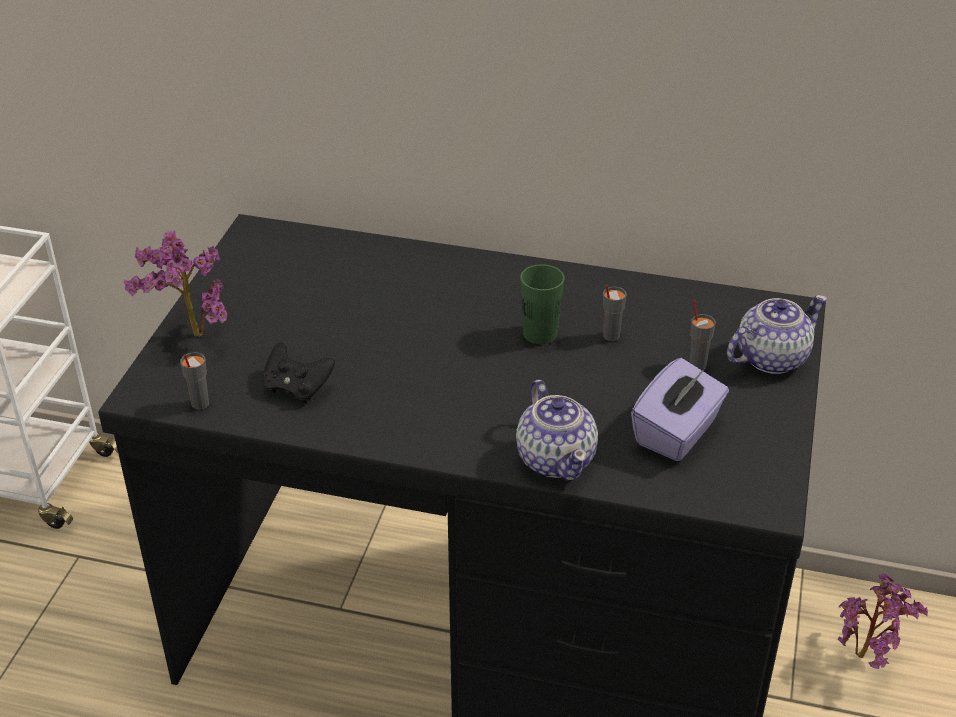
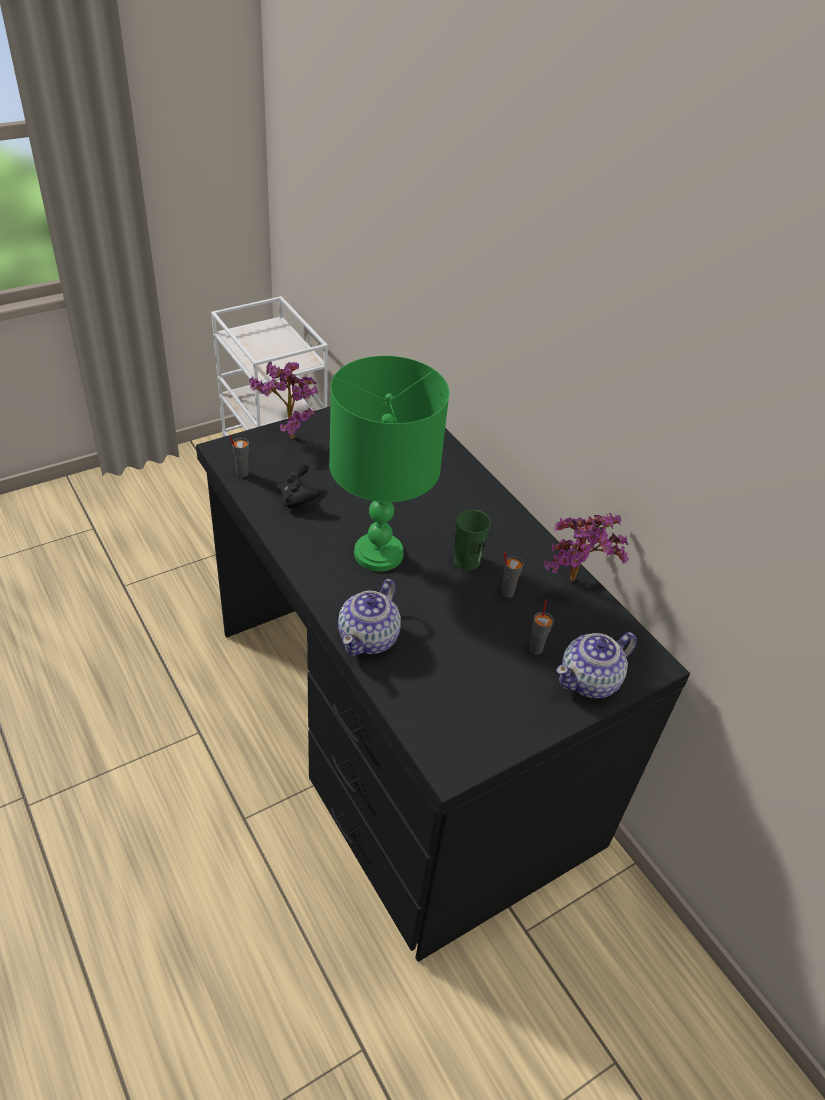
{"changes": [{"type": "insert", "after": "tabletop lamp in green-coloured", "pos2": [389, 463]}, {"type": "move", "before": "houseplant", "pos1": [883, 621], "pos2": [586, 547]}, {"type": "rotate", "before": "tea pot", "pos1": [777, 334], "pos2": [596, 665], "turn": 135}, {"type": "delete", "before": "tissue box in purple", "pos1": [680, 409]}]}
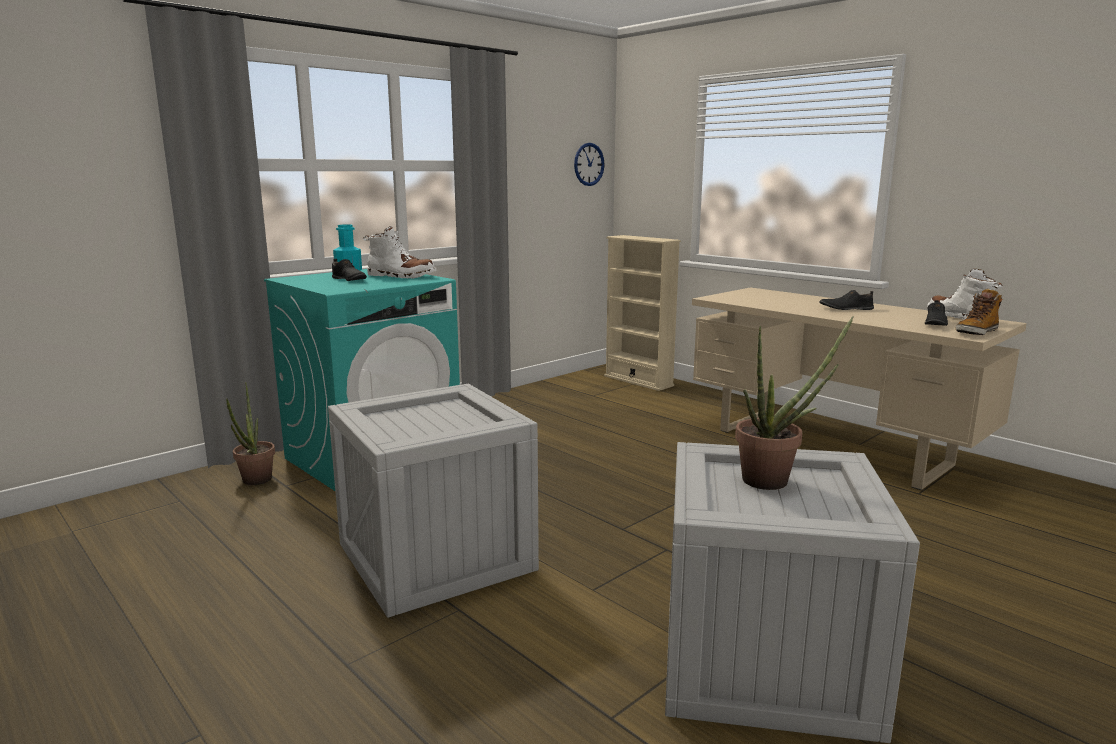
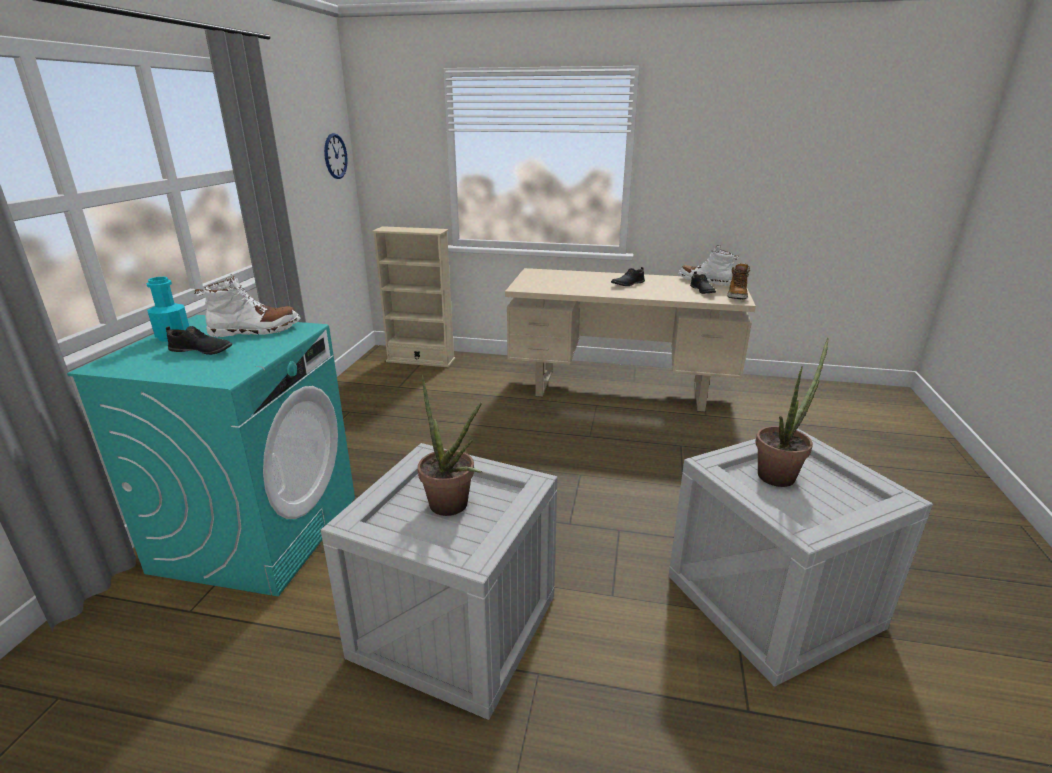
{"changes": [{"type": "move", "before": "houseplant", "pos1": [250, 433], "pos2": [450, 445]}]}
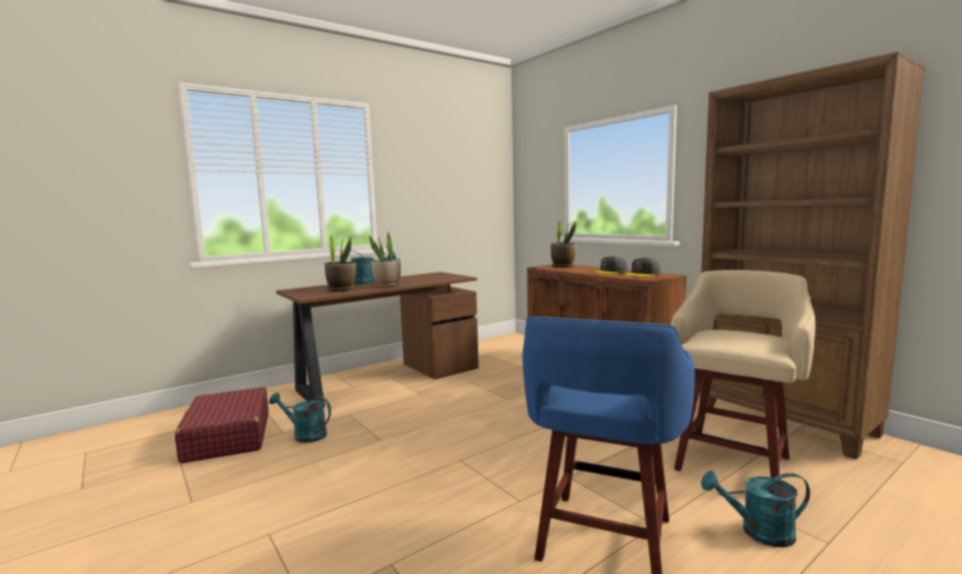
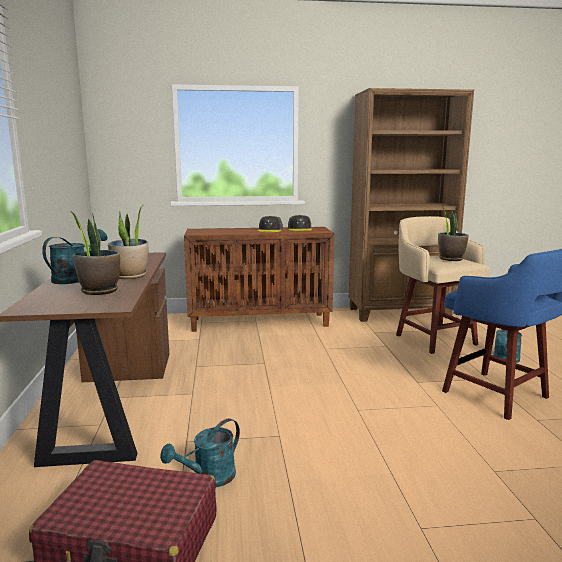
{"changes": [{"type": "move", "before": "houseplant", "pos1": [564, 242], "pos2": [453, 233]}]}
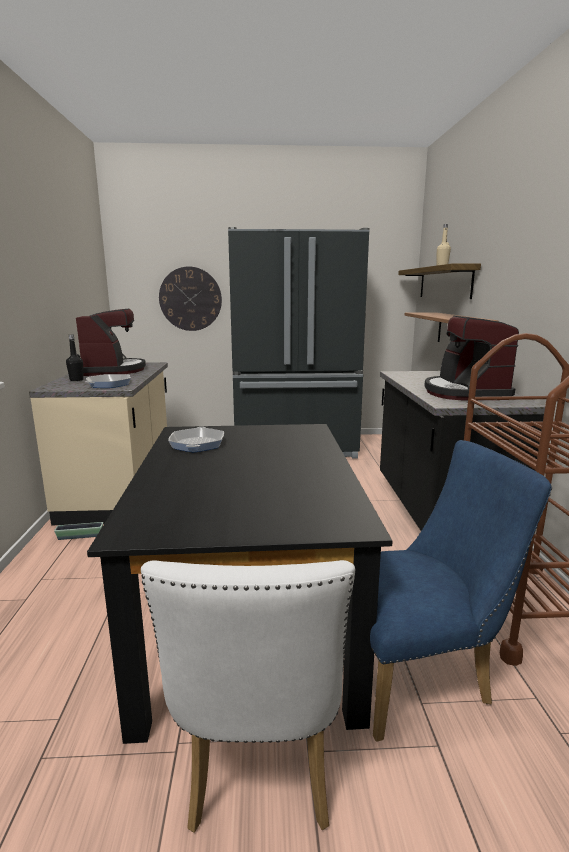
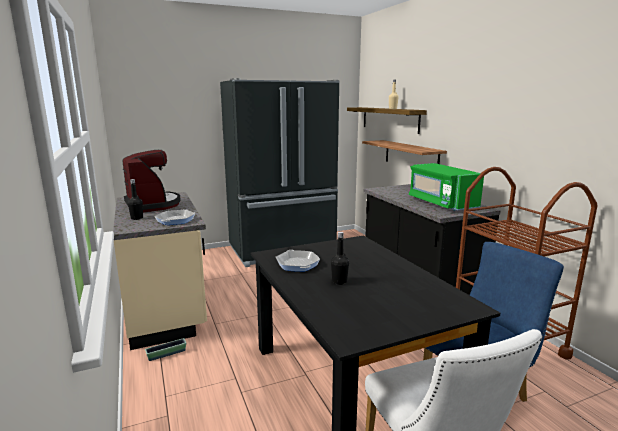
{"changes": [{"type": "insert", "after": "bottle in black", "pos2": [340, 258]}, {"type": "replace", "before": "coffee brewer", "after": "microwave oven in green-coloured", "pos1": [471, 358], "pos2": [446, 187]}, {"type": "delete", "before": "wall clock", "pos1": [190, 299]}]}
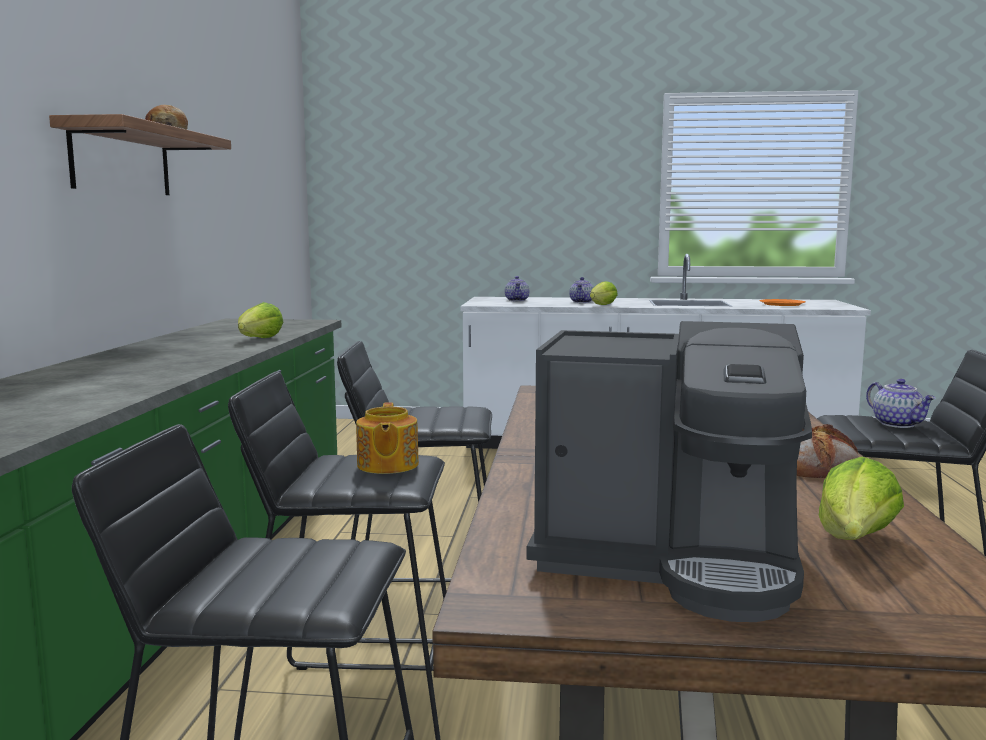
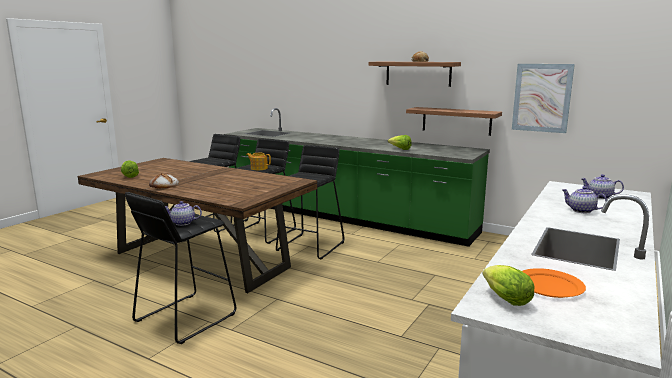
{"changes": [{"type": "insert", "after": "wall shelf", "pos2": [454, 121]}, {"type": "move", "before": "lettuce head", "pos1": [604, 293], "pos2": [508, 285]}, {"type": "insert", "after": "wall art", "pos2": [543, 98]}, {"type": "delete", "before": "coffee brewer", "pos1": [669, 471]}]}
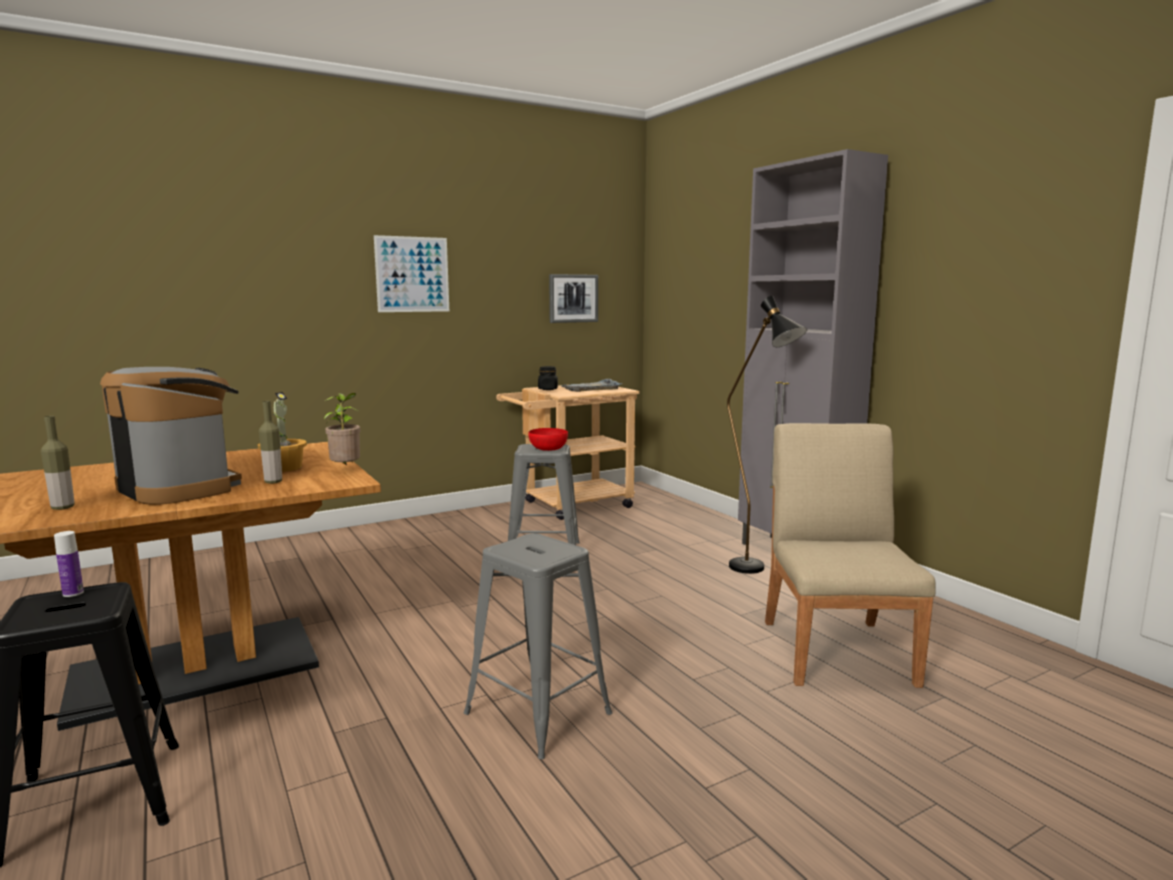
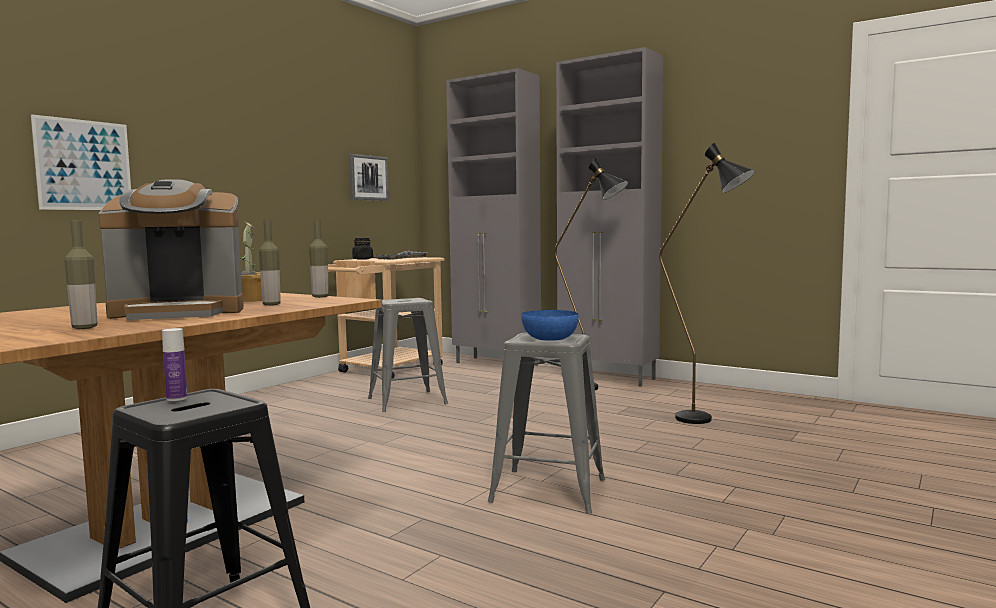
{"changes": [{"type": "move", "before": "wall art", "pos1": [411, 273], "pos2": [81, 162]}, {"type": "rotate", "before": "coffee brewer", "pos1": [171, 435], "pos2": [171, 249], "turn": 150}, {"type": "replace", "before": "houseplant", "after": "bottle", "pos1": [342, 429], "pos2": [319, 259]}, {"type": "insert", "after": "cabinet in gray", "pos2": [493, 217]}, {"type": "insert", "after": "bowl in blue", "pos2": [550, 325]}, {"type": "replace", "before": "upright chair in sand-coloured", "after": "standard lamp in black", "pos1": [850, 555], "pos2": [707, 283]}, {"type": "delete", "before": "bowl in red-coloured", "pos1": [548, 439]}]}
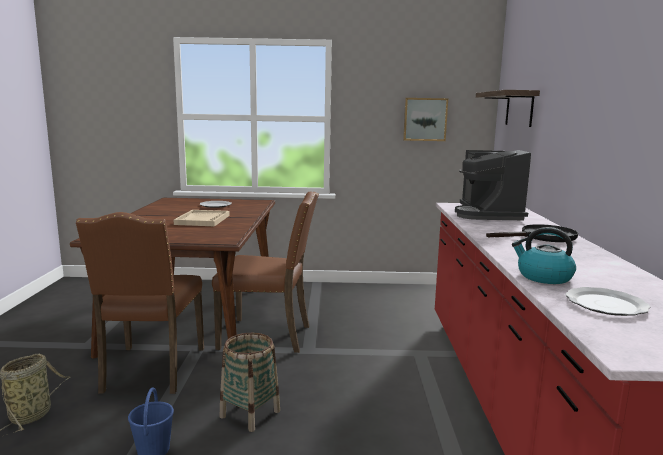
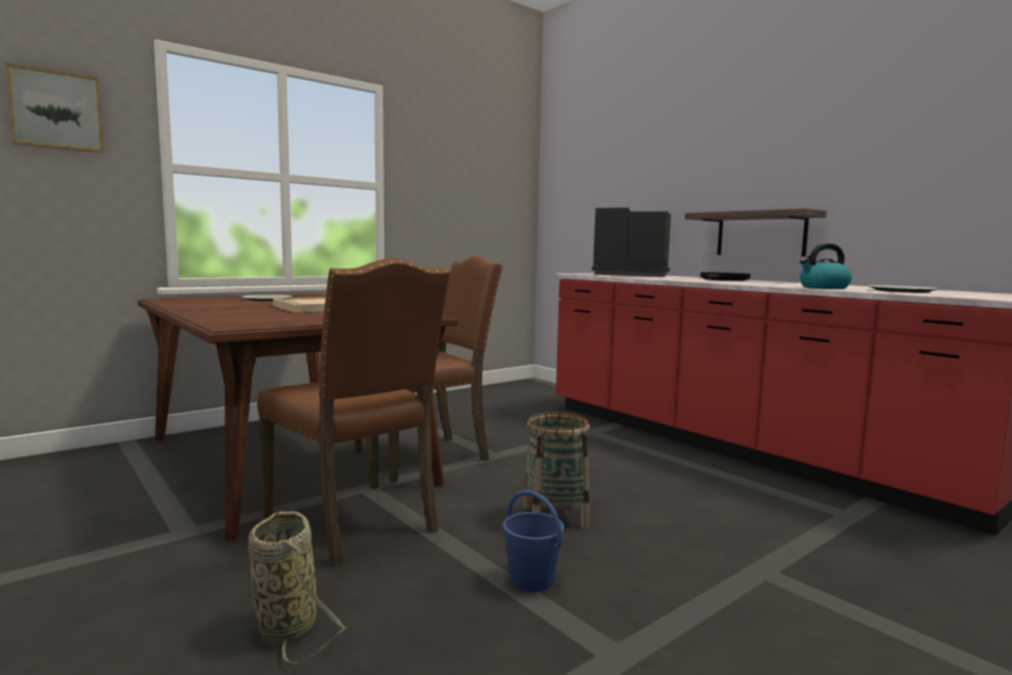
{"changes": [{"type": "move", "before": "wall art", "pos1": [425, 119], "pos2": [55, 108]}, {"type": "rotate", "before": "coffee brewer", "pos1": [493, 185], "pos2": [631, 242], "turn": 150}, {"type": "move", "before": "wall shelf", "pos1": [508, 108], "pos2": [756, 232]}]}
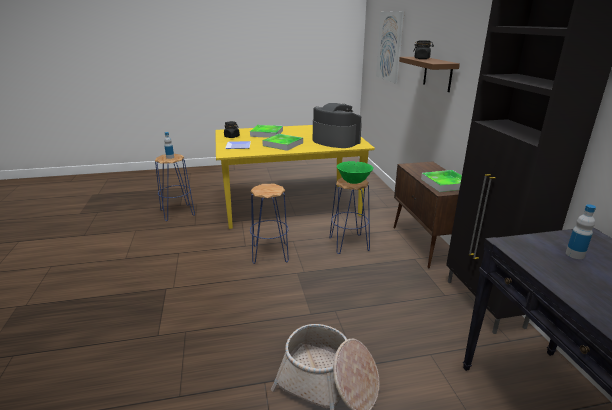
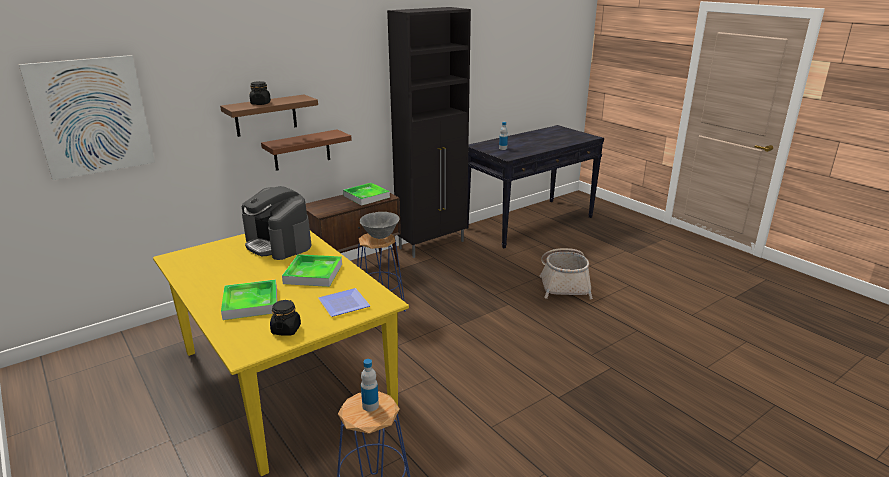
{"changes": [{"type": "rotate", "before": "coffee brewer", "pos1": [337, 125], "pos2": [277, 223], "turn": -60}, {"type": "insert", "after": "wall shelf in brownish", "pos2": [306, 150]}, {"type": "recolor", "before": "bowl in green-coloured", "after": "bowl in gray", "pos1": [355, 172], "pos2": [380, 225]}, {"type": "delete", "before": "stool in blue", "pos1": [269, 224]}]}
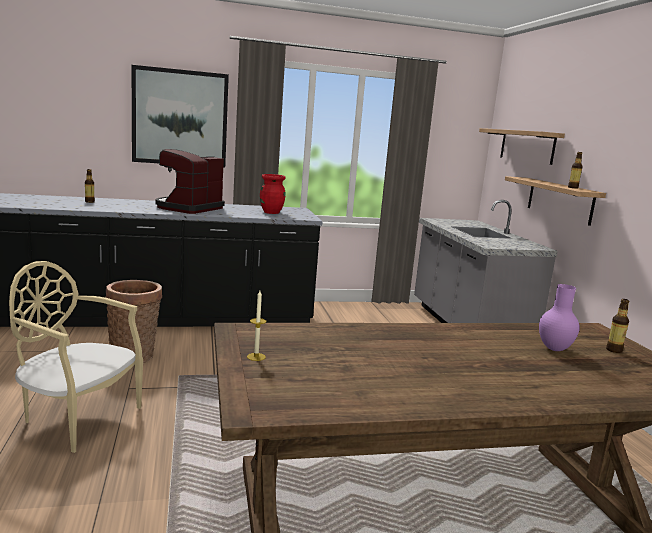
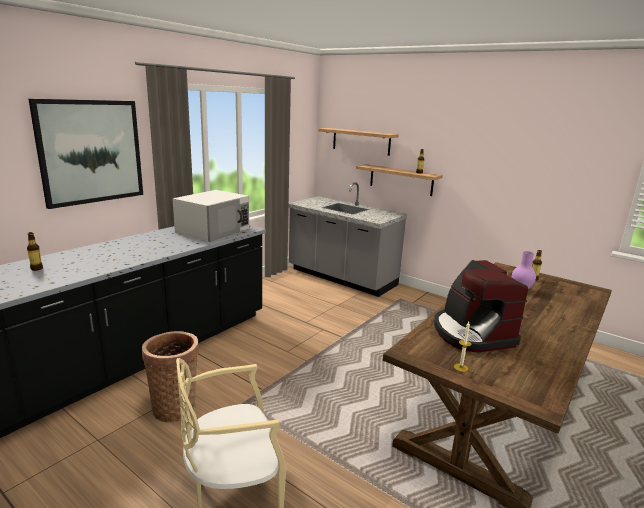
{"changes": [{"type": "replace", "before": "decorative vase in red-coloured", "after": "microwave oven in white", "pos1": [273, 194], "pos2": [211, 216]}, {"type": "move", "before": "coffee brewer", "pos1": [190, 181], "pos2": [481, 306]}]}
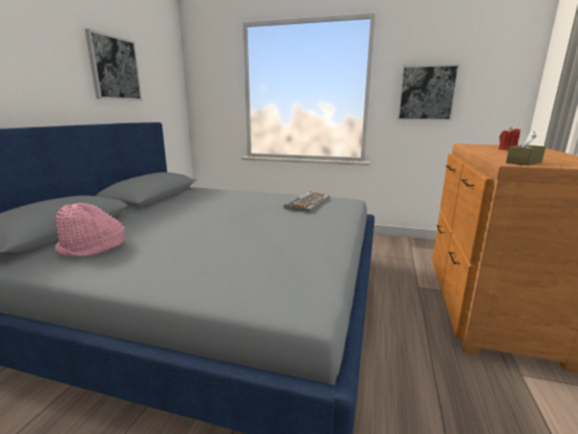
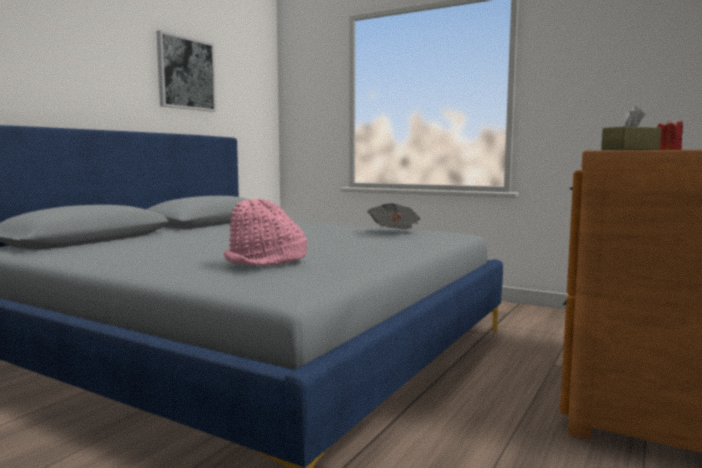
{"changes": [{"type": "move", "before": "wearable hat in pink-coloured", "pos1": [90, 230], "pos2": [265, 232]}, {"type": "replace", "before": "computer keyboard", "after": "printed paper", "pos1": [307, 201], "pos2": [394, 216]}, {"type": "delete", "before": "wall art", "pos1": [428, 92]}]}
